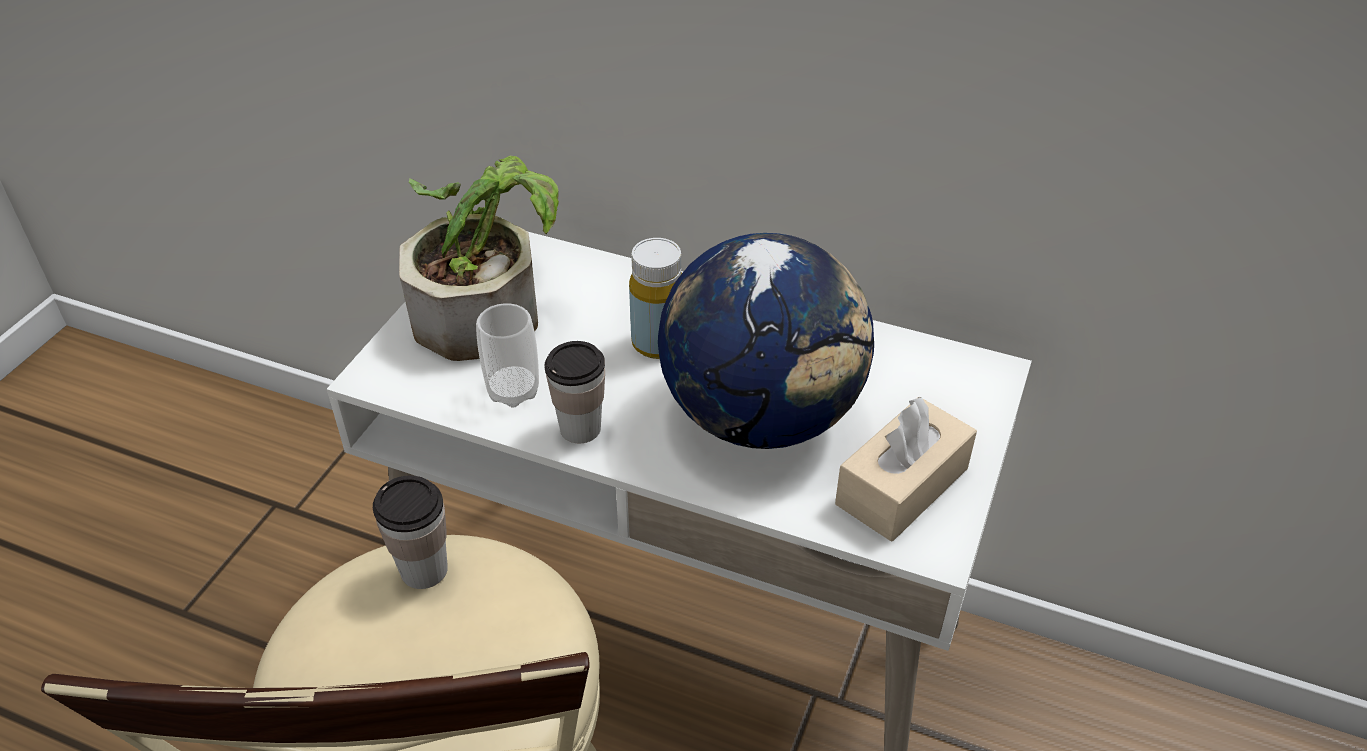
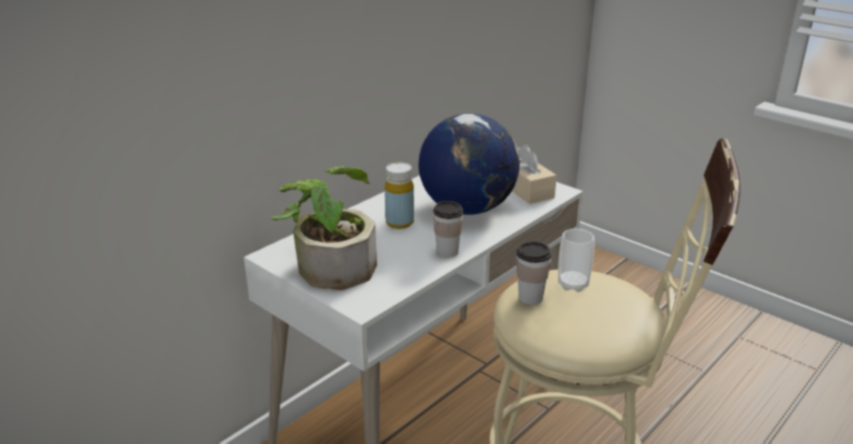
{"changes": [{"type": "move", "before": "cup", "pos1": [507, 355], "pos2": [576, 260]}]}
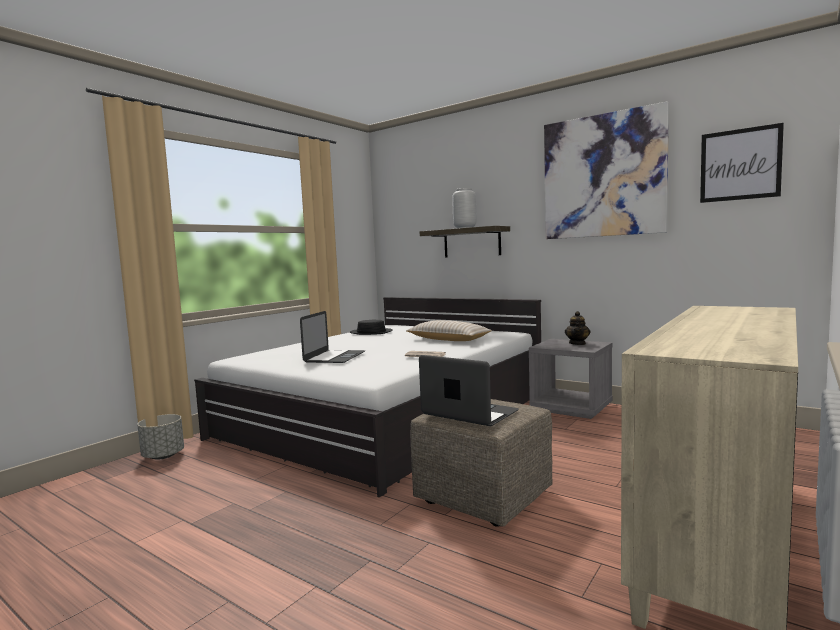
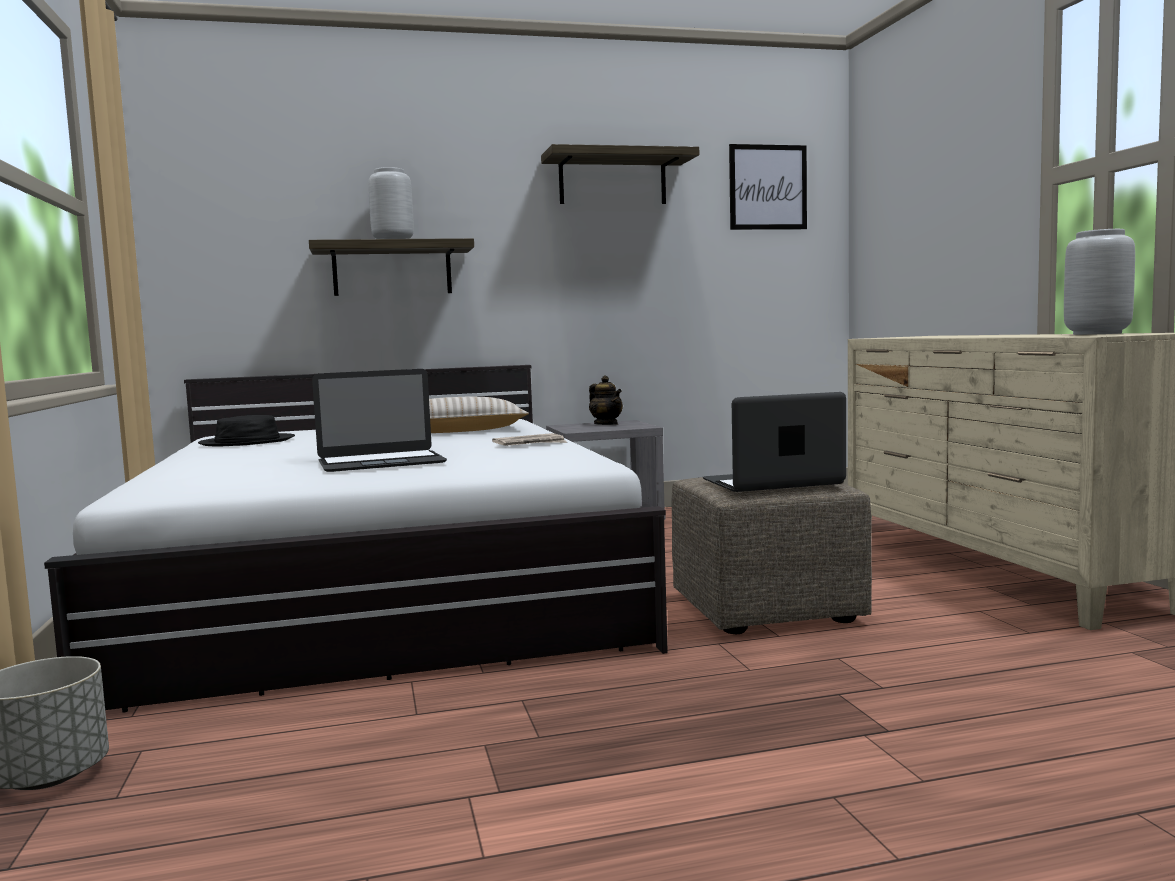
{"changes": [{"type": "rotate", "before": "notebook computer", "pos1": [332, 337], "pos2": [379, 420], "turn": 105}, {"type": "replace", "before": "wall art", "after": "wall shelf", "pos1": [606, 170], "pos2": [620, 174]}, {"type": "insert", "after": "decorative vase in gray", "pos2": [1099, 282]}]}
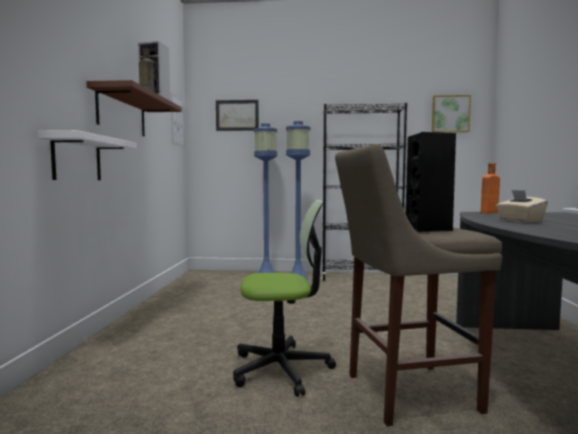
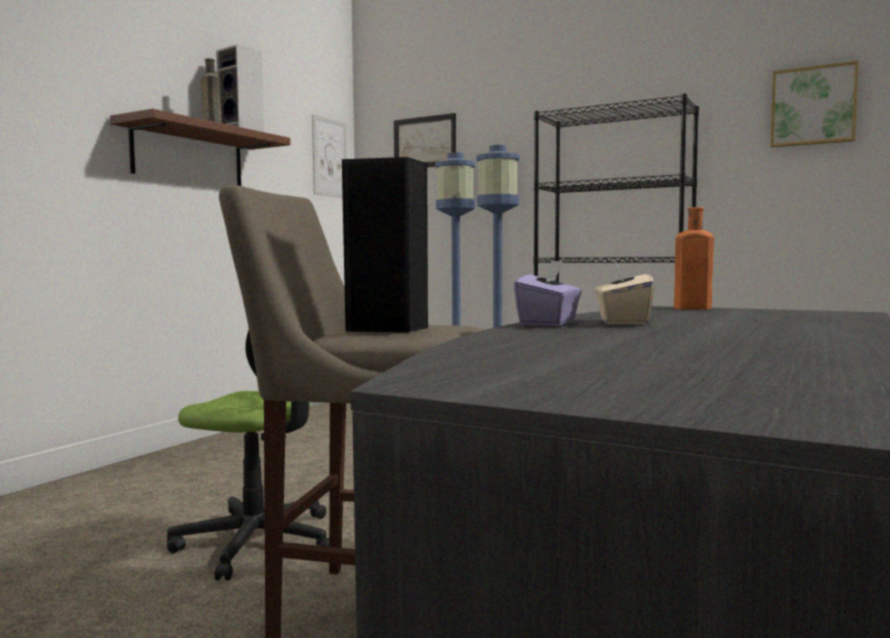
{"changes": [{"type": "insert", "after": "tissue box in purple", "pos2": [548, 293]}, {"type": "delete", "before": "wall shelf in white", "pos1": [87, 155]}]}
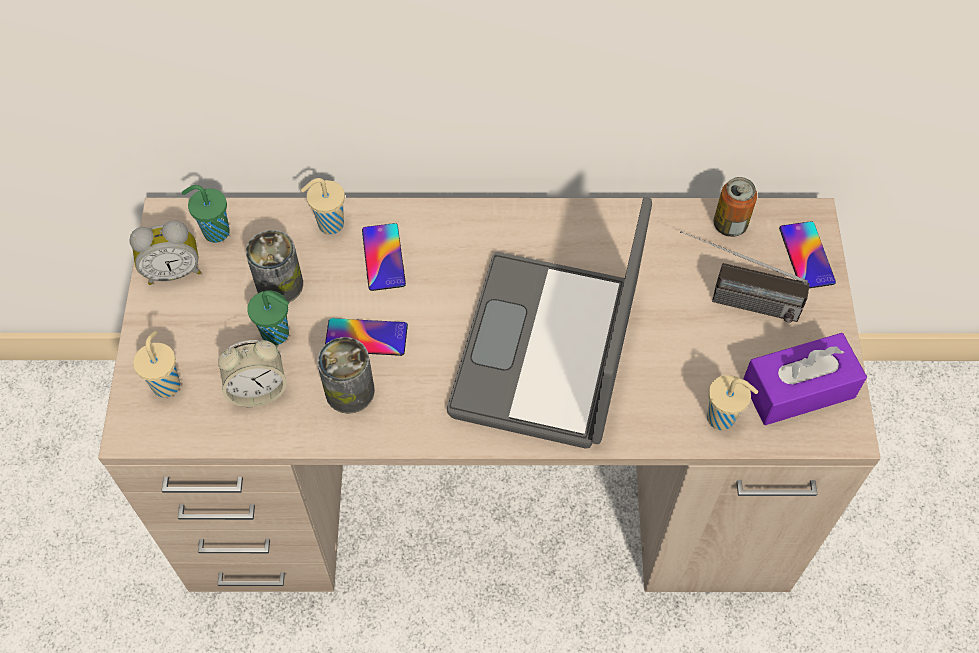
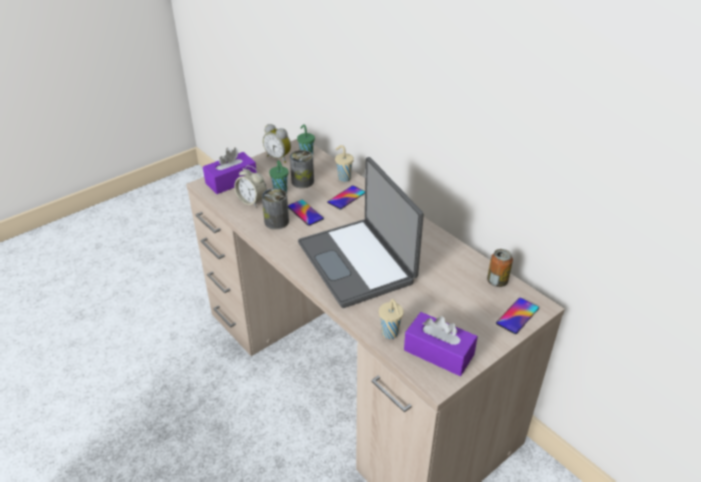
{"changes": [{"type": "replace", "before": "cup in sand-coloured", "after": "tissue box in purple", "pos1": [156, 364], "pos2": [230, 171]}, {"type": "rotate", "before": "notebook computer", "pos1": [549, 323], "pos2": [361, 232], "turn": -90}, {"type": "delete", "before": "radio", "pos1": [745, 277]}]}
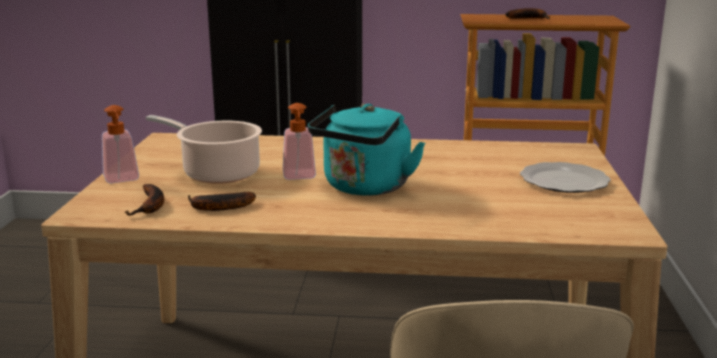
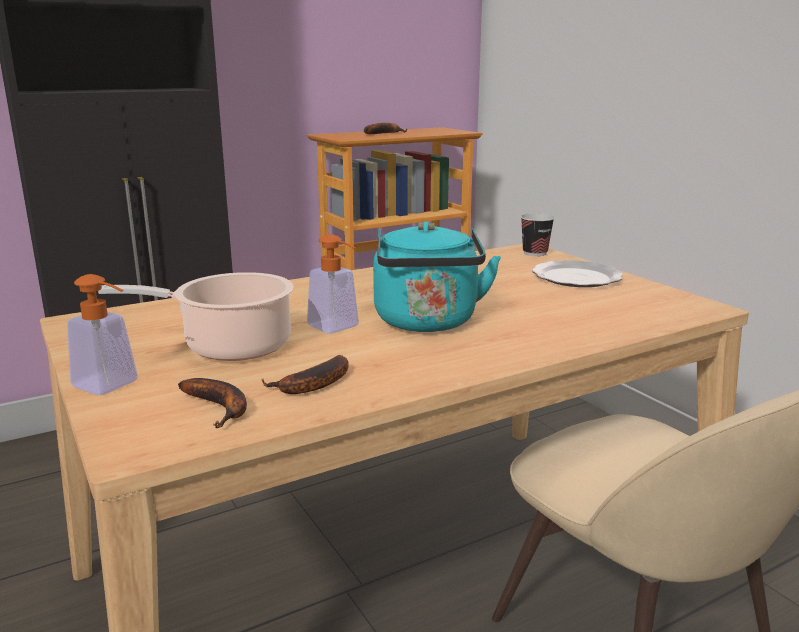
{"changes": [{"type": "insert", "after": "cup", "pos2": [538, 234]}]}
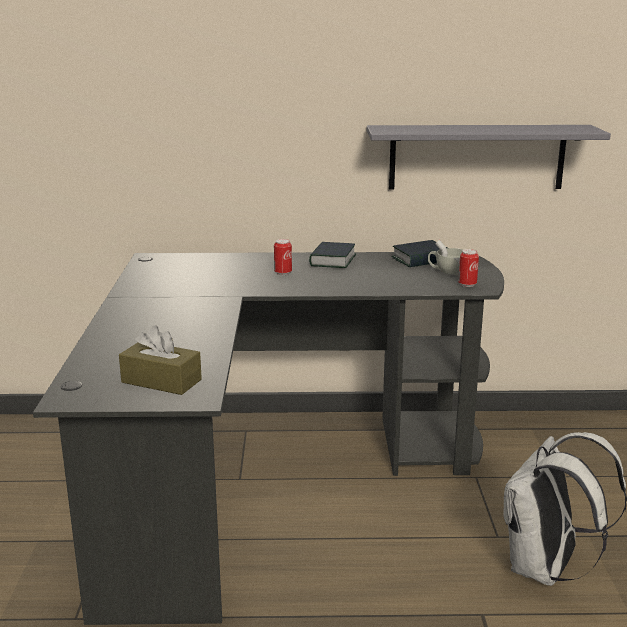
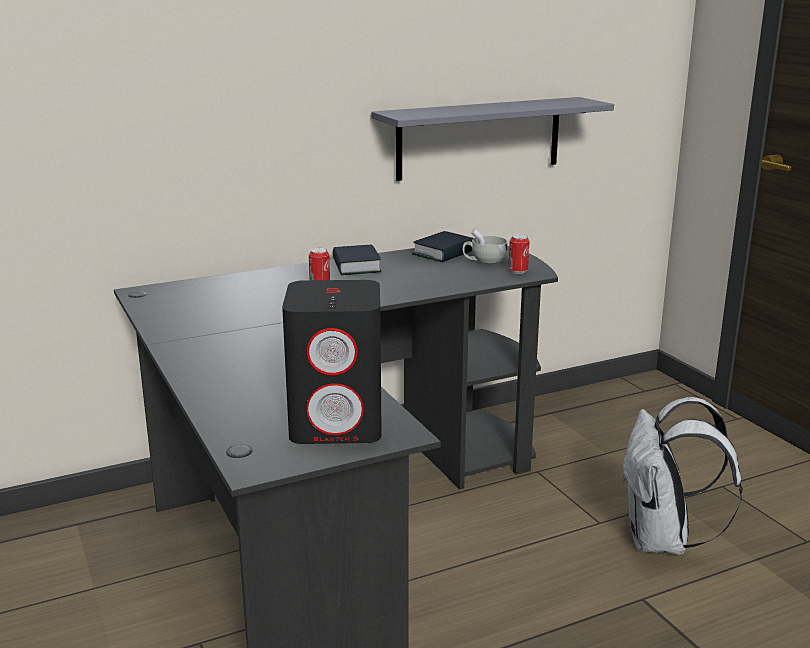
{"changes": [{"type": "replace", "before": "tissue box in brownish", "after": "speaker in black", "pos1": [160, 360], "pos2": [332, 362]}]}
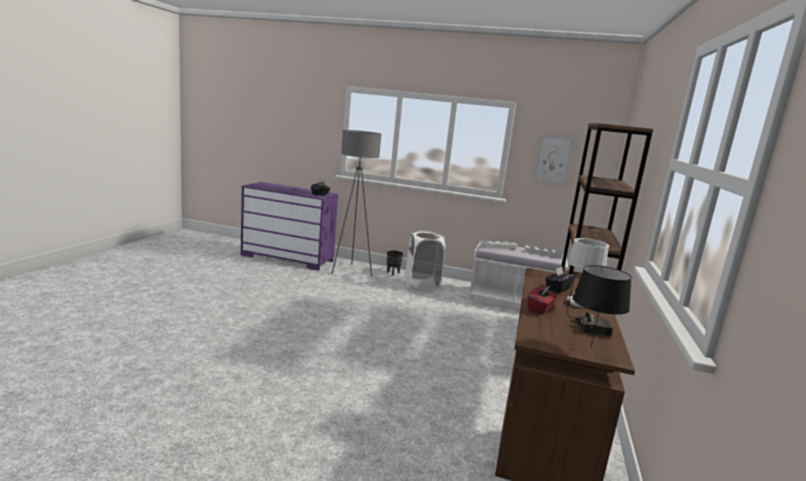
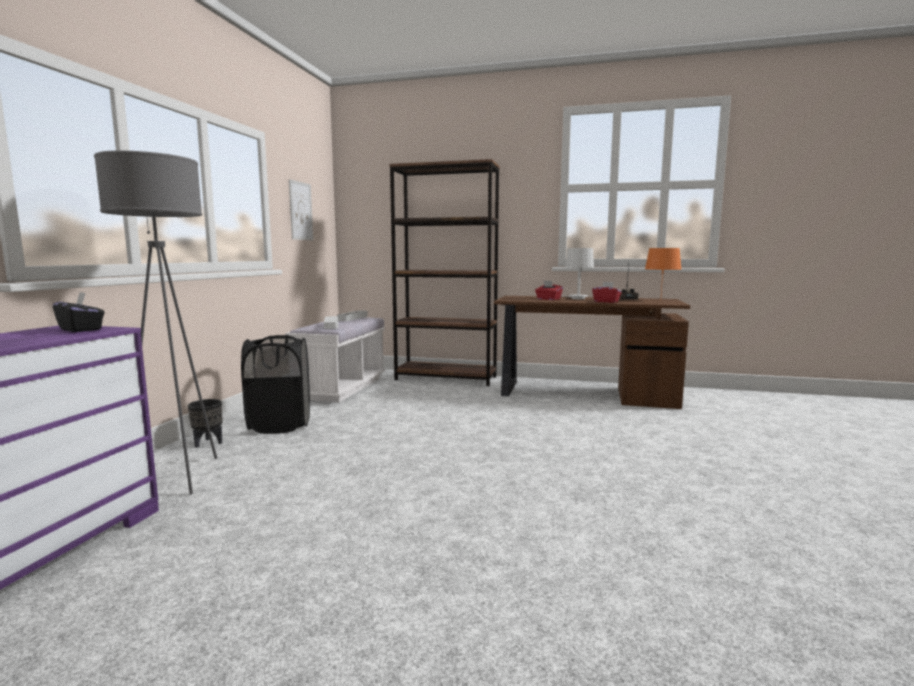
{"changes": [{"type": "recolor", "before": "laundry basket in white", "after": "laundry basket in black", "pos1": [425, 261], "pos2": [275, 384]}, {"type": "recolor", "before": "tissue box in black", "after": "tissue box in red-coloured", "pos1": [560, 280], "pos2": [549, 290]}, {"type": "recolor", "before": "tabletop lamp in black", "after": "tabletop lamp in orangey", "pos1": [602, 306], "pos2": [663, 271]}]}
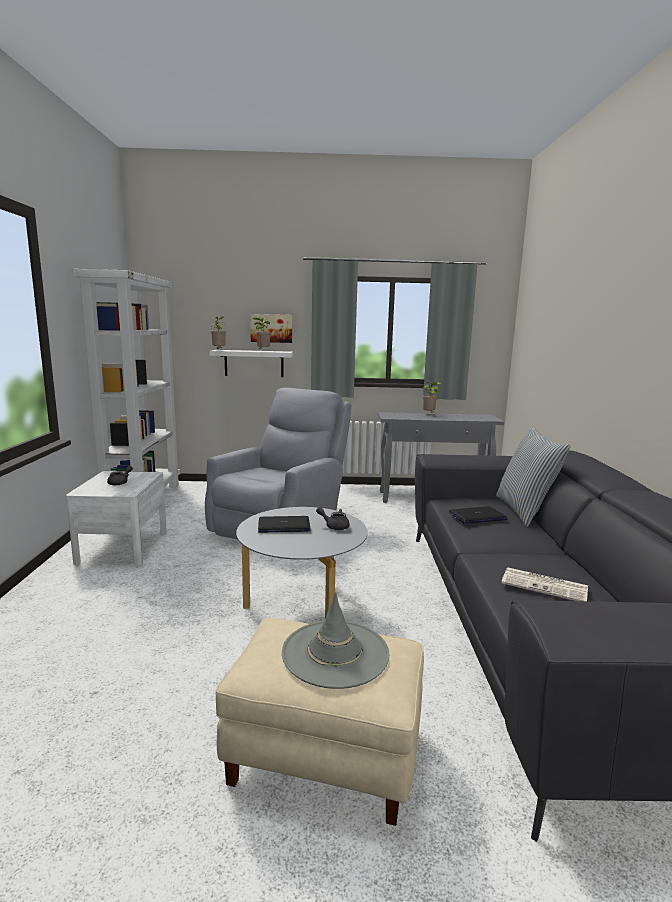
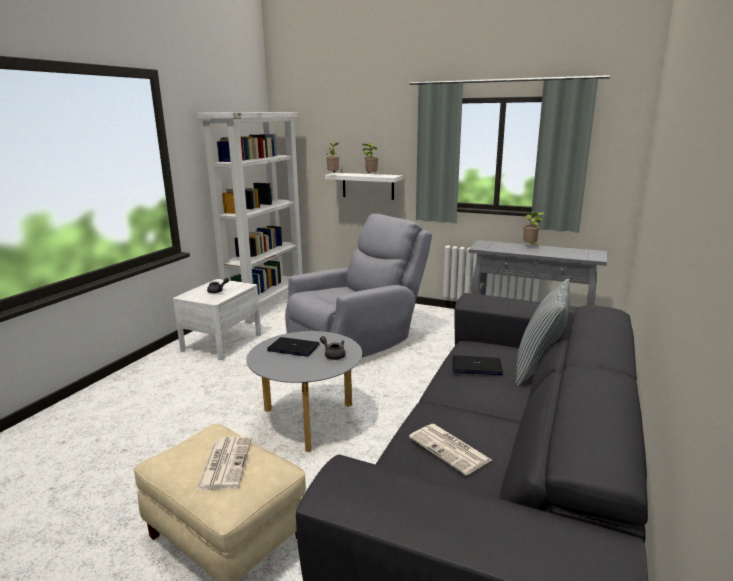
{"changes": [{"type": "replace", "before": "wearable hat in gray", "after": "printed paper", "pos1": [335, 640], "pos2": [224, 463]}, {"type": "delete", "before": "wall art", "pos1": [271, 328]}]}
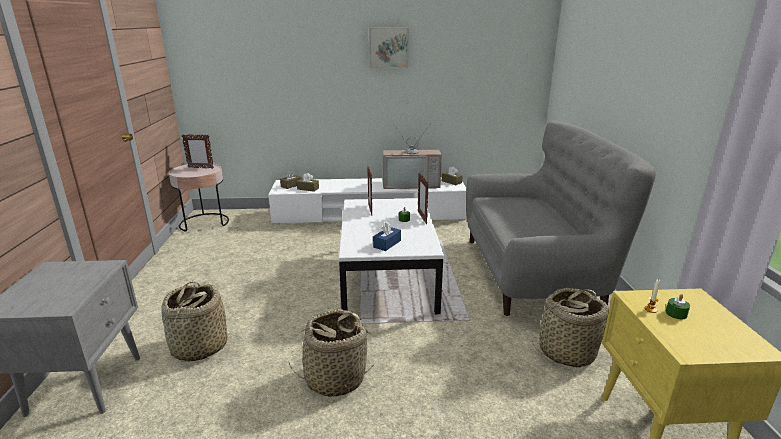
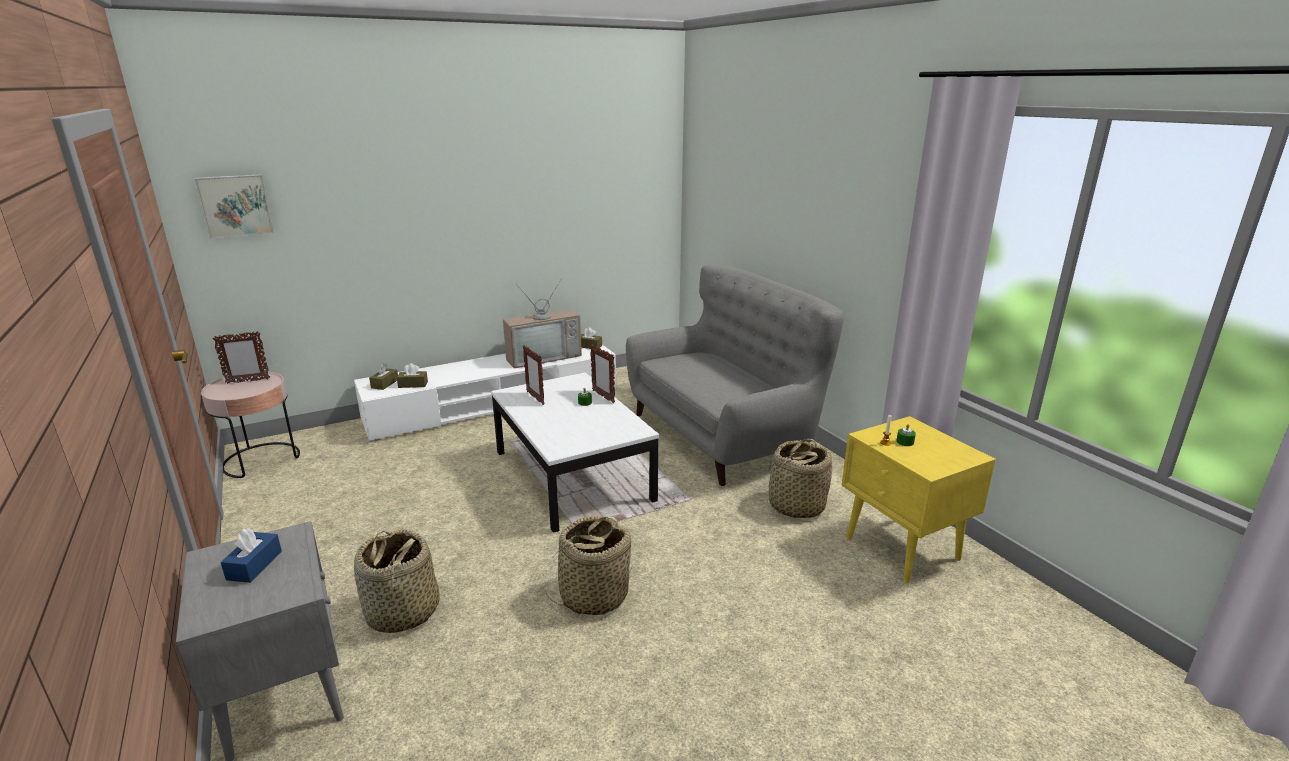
{"changes": [{"type": "move", "before": "wall art", "pos1": [389, 47], "pos2": [234, 206]}, {"type": "move", "before": "tissue box in blue", "pos1": [387, 236], "pos2": [251, 555]}]}
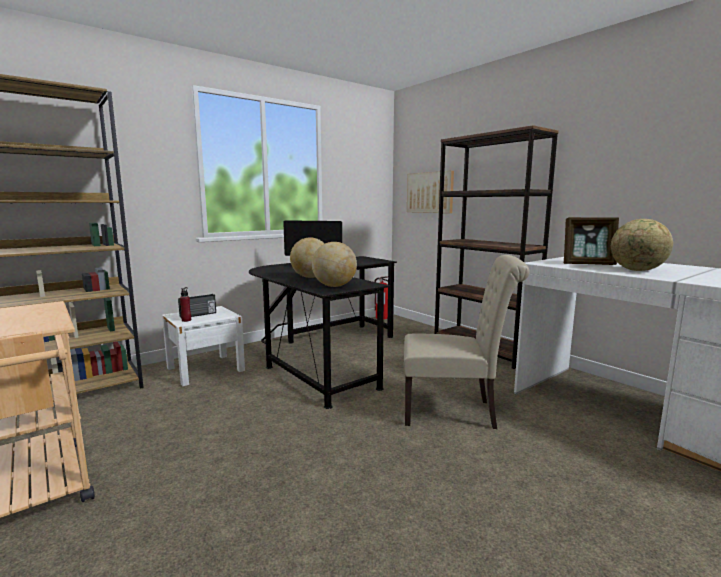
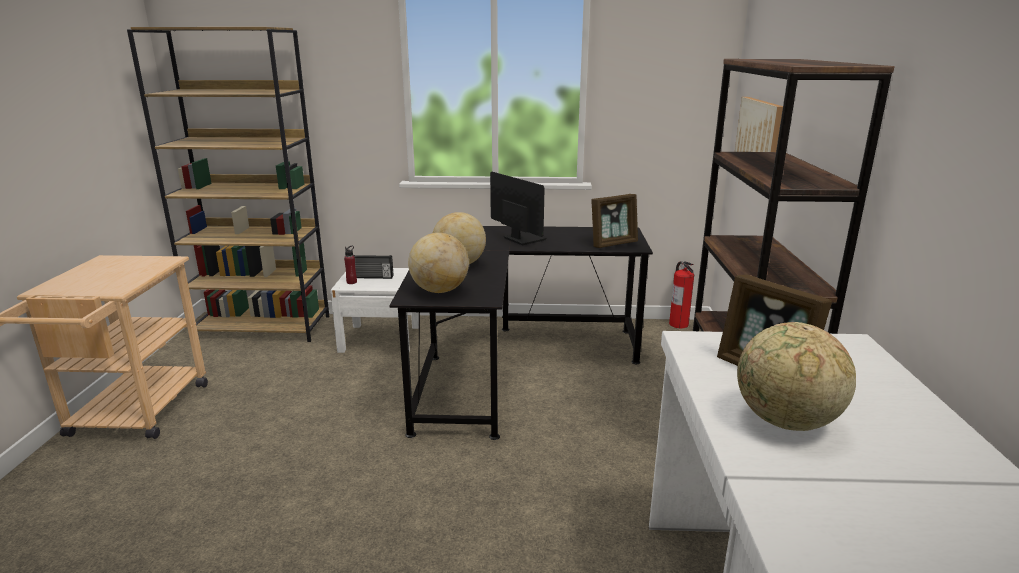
{"changes": [{"type": "insert", "after": "photo frame", "pos2": [614, 221]}, {"type": "delete", "before": "upright chair in sand-coloured", "pos1": [466, 342]}]}
